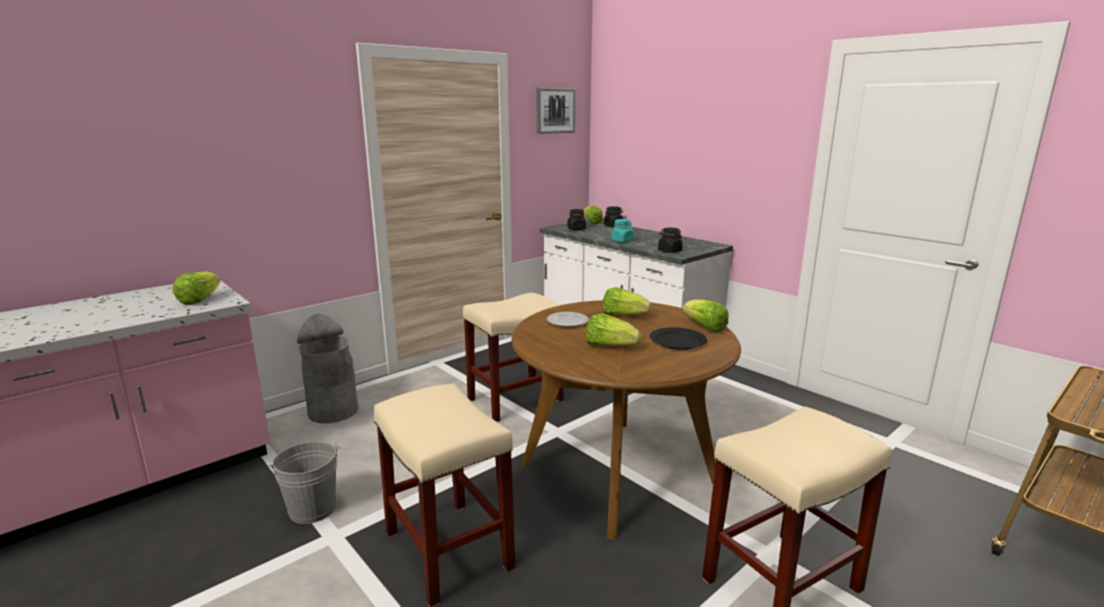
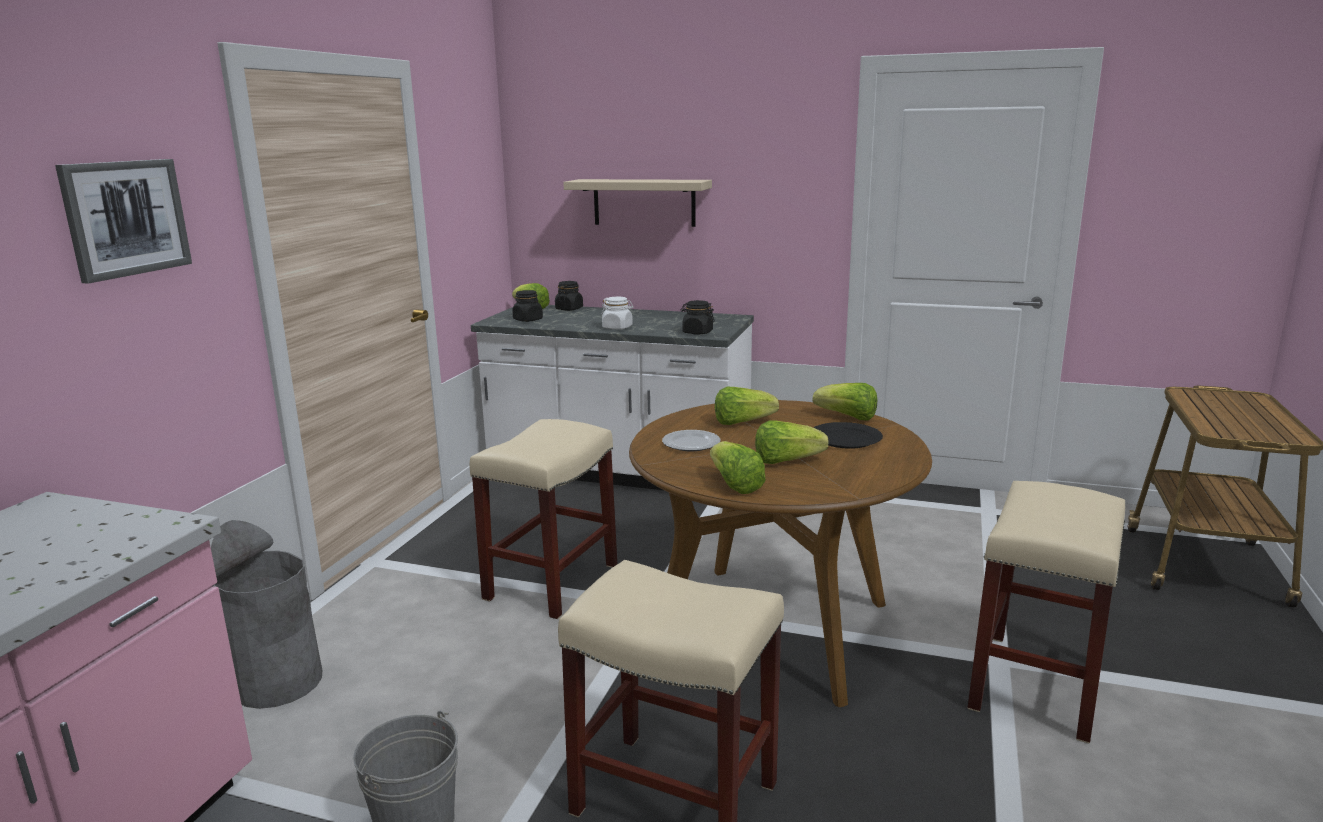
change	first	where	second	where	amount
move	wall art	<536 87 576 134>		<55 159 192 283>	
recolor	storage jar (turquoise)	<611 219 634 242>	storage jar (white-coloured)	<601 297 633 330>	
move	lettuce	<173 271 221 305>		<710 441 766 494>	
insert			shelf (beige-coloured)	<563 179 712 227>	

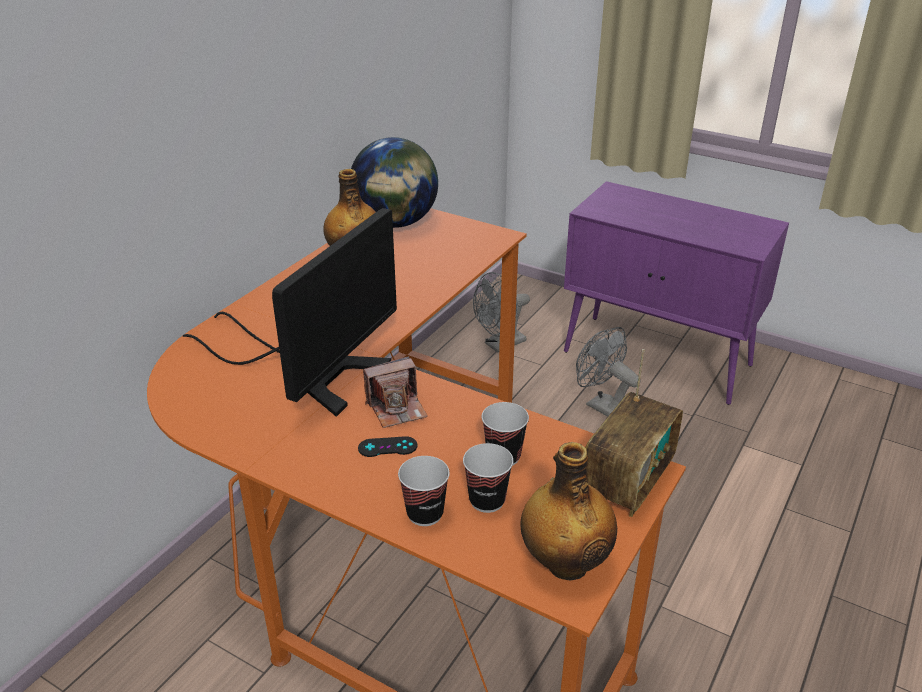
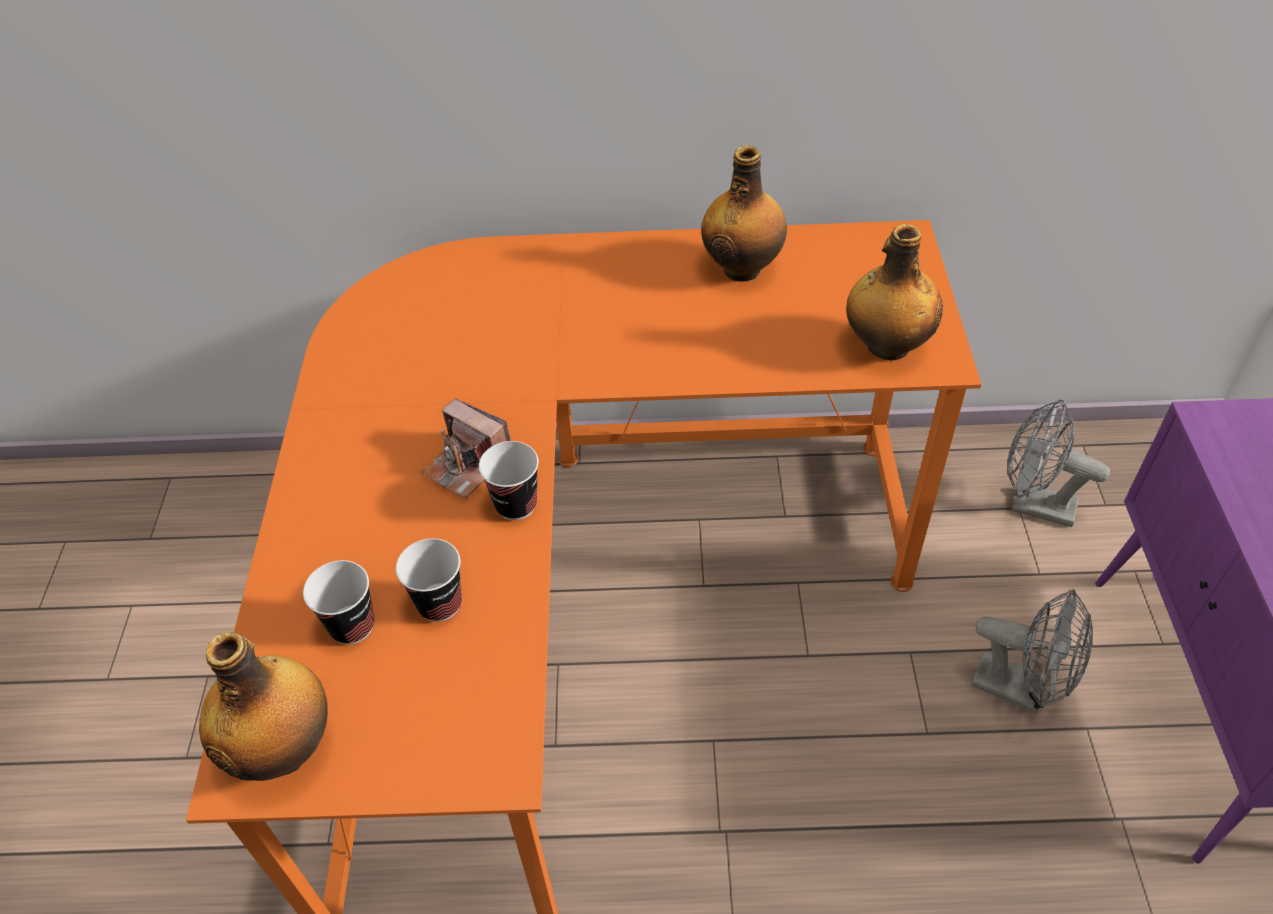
change	first	where	second	where	amount
delete	desk globe	<351 137 438 228>			
delete	monitor	<183 208 397 417>			
rotate	electric fan (gray)	<576 327 641 417>		<971 589 1093 713>	105 degrees clockwise
delete	radio	<585 349 683 517>			
delete	game controller (black)	<358 436 417 457>			
move	drinking cup	<398 456 450 526>		<479 441 539 520>	
insert			bottle	<846 224 943 360>	

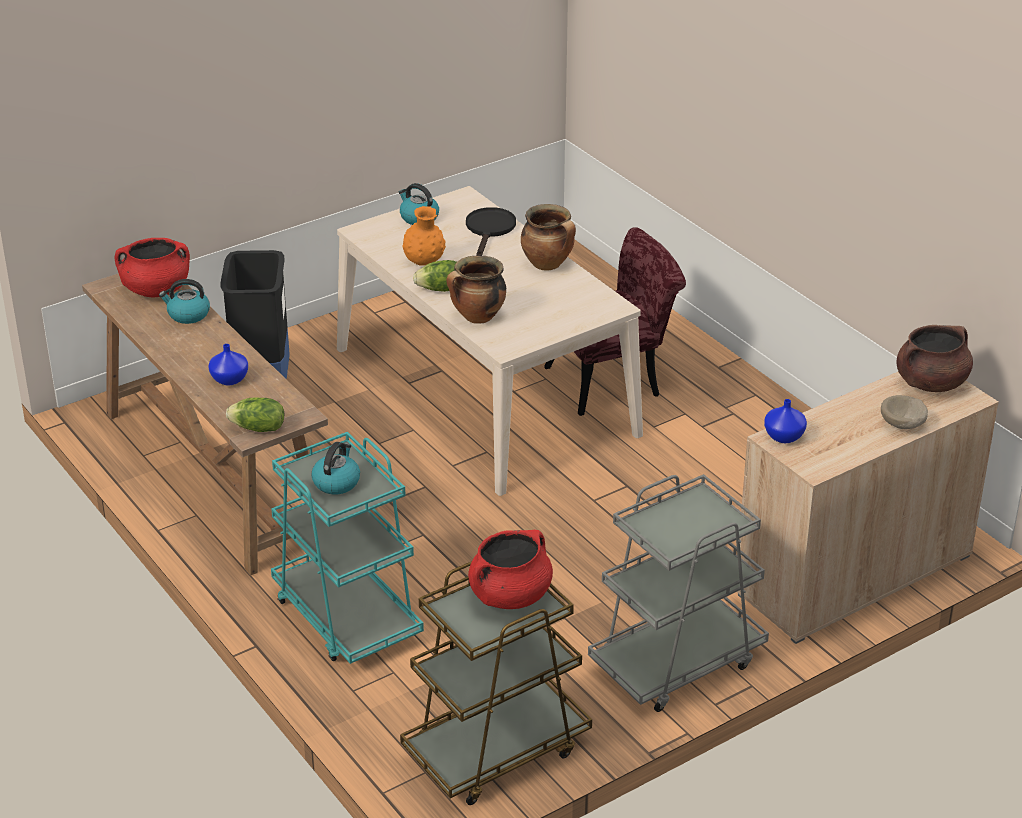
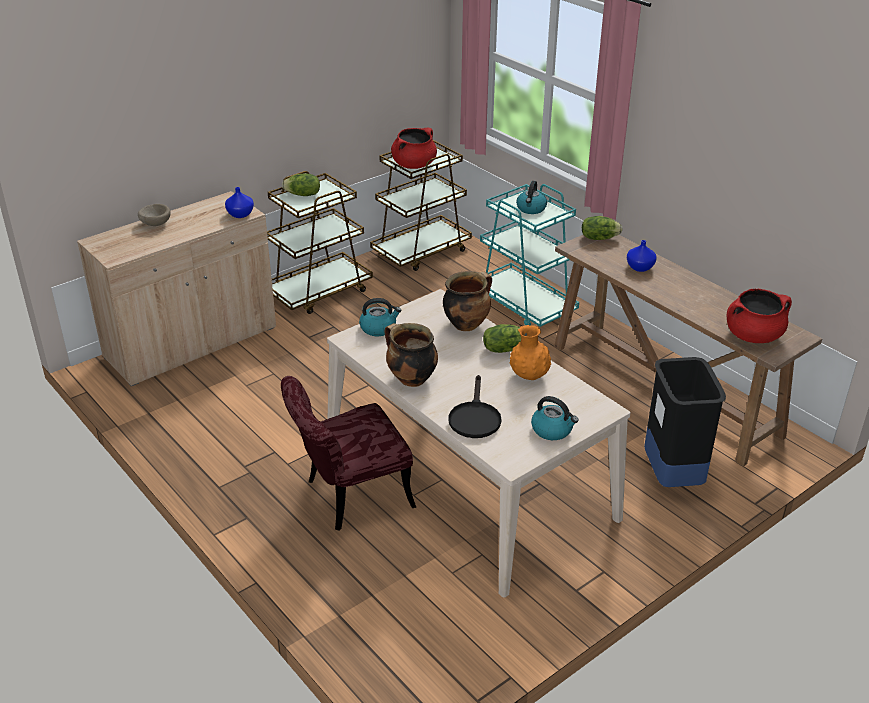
change	first	where	second	where	amount
move	tea kettle	<159 279 210 324>		<359 298 401 336>	
delete	stockpot (brown-coloured)	<897 325 973 392>			
recolor	cart (gray)	<588 474 769 712>	cart (brown-coloured)	<267 171 373 314>	
insert			lettuce	<282 174 320 196>	

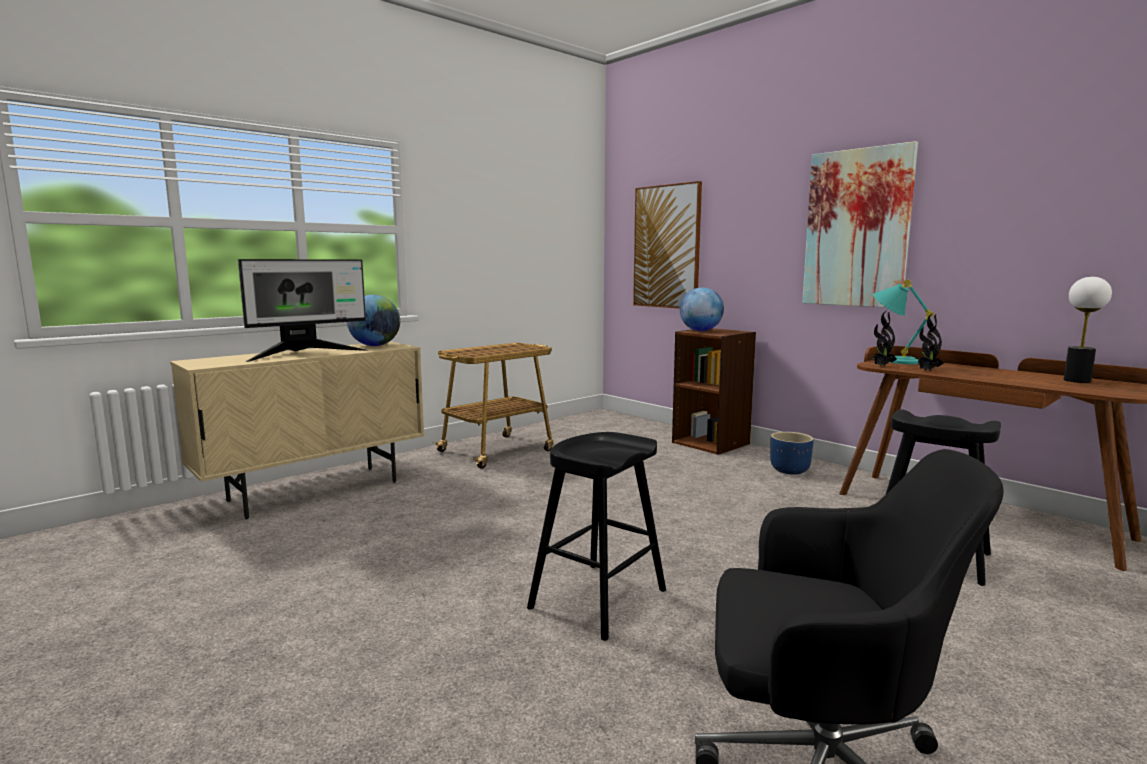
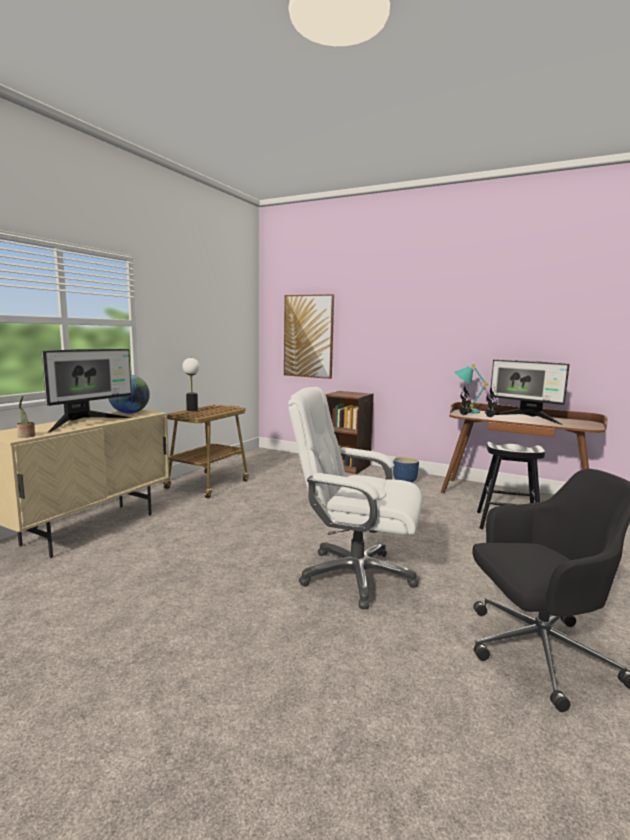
change	first	where	second	where	amount
delete	wall art	<802 141 918 308>			
move	tabletop lamp	<1063 277 1112 383>		<182 358 200 411>	
delete	desk globe	<680 287 724 331>			
replace	stool (black)	<527 432 666 641>	desk chair (white-coloured)	<288 387 423 609>	
insert			monitor	<490 360 570 425>	
insert			potted plant	<17 396 35 438>	

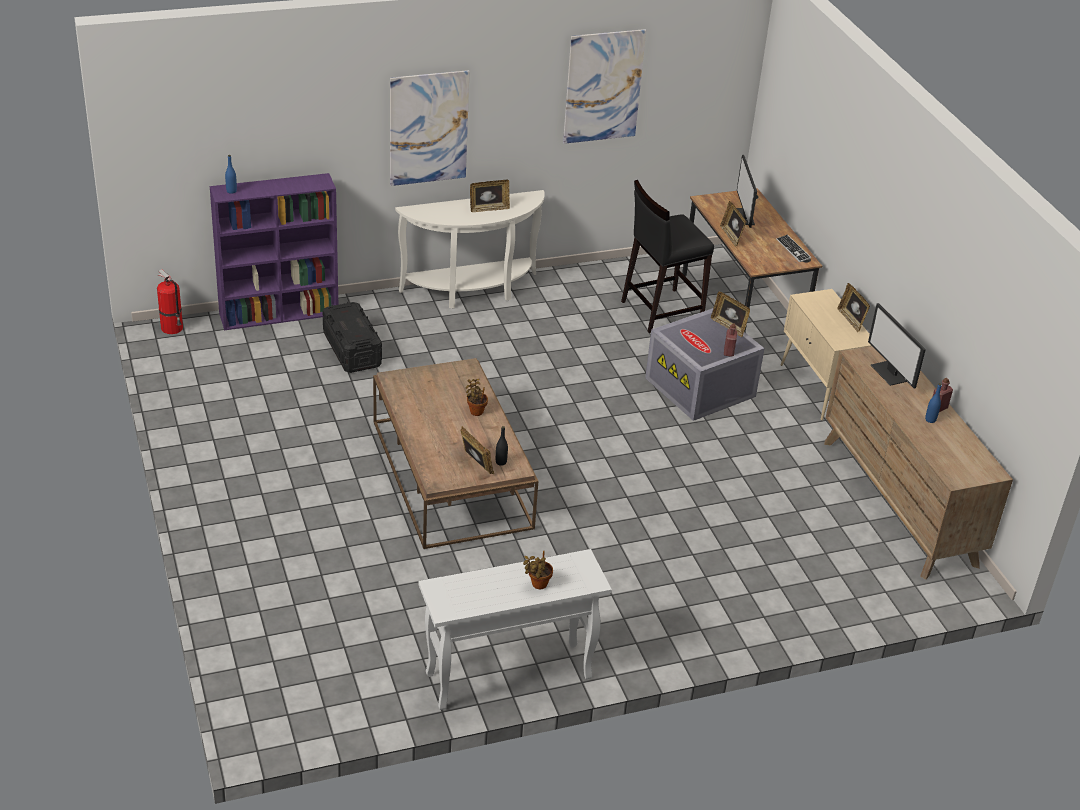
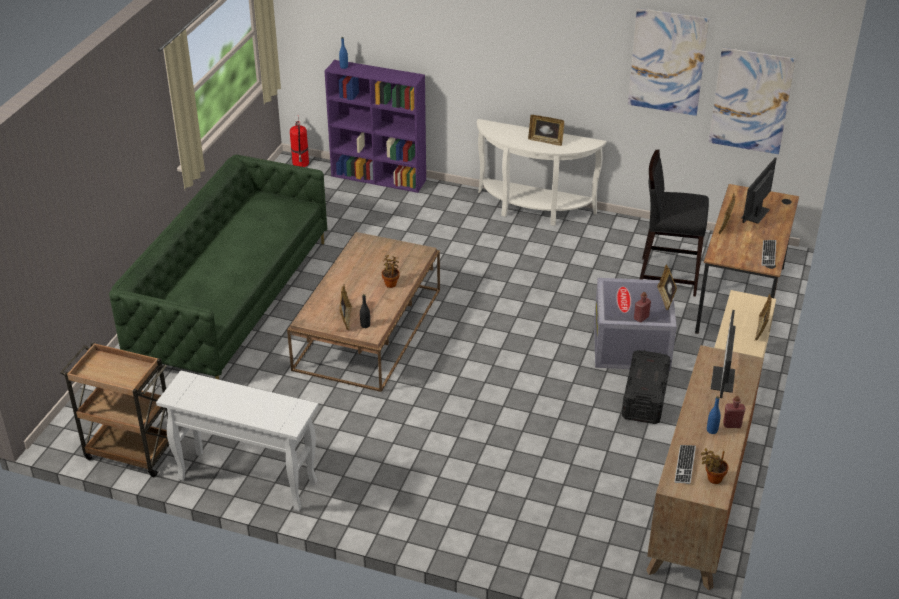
change	first	where	second	where	amount
move	wall art	<390 70 470 186>		<709 48 796 154>	
move	storage bin (black)	<323 302 382 373>		<622 350 671 424>	
move	potted plant	<523 551 553 589>		<701 448 729 484>	
insert			settee (green-coloured)	<109 155 327 379>	
insert			cart (brown-coloured)	<60 342 169 477>	
insert			PC keyboard	<674 445 696 484>	

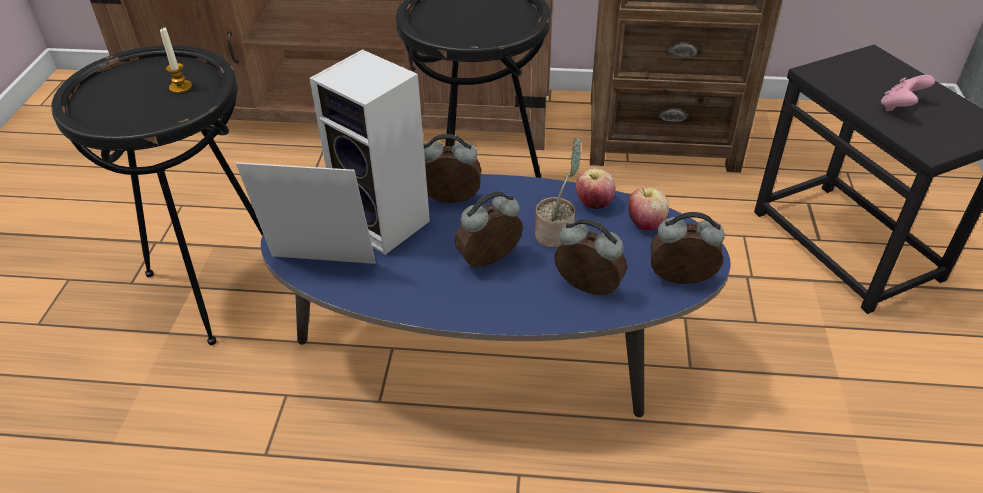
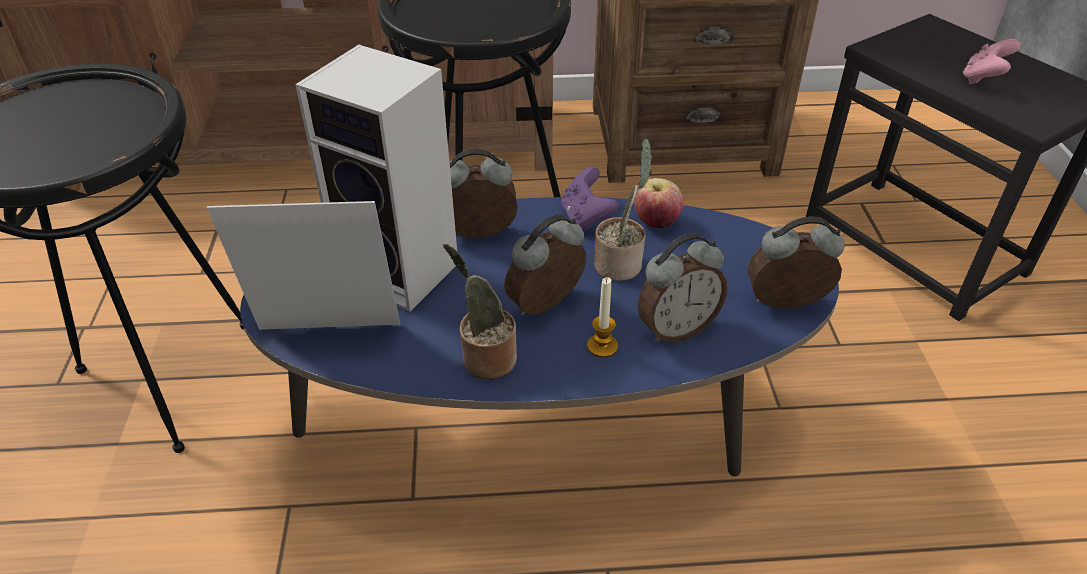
change	first	where	second	where	amount
move	wax candle	<160 27 192 93>		<587 277 618 357>	
delete	apple fruit	<628 187 669 230>			
rotate	bedside clock	<554 219 627 295>		<637 233 727 343>	135 degrees clockwise
insert			game controller (purple)	<561 167 619 232>	
insert			potted plant	<443 244 517 379>	

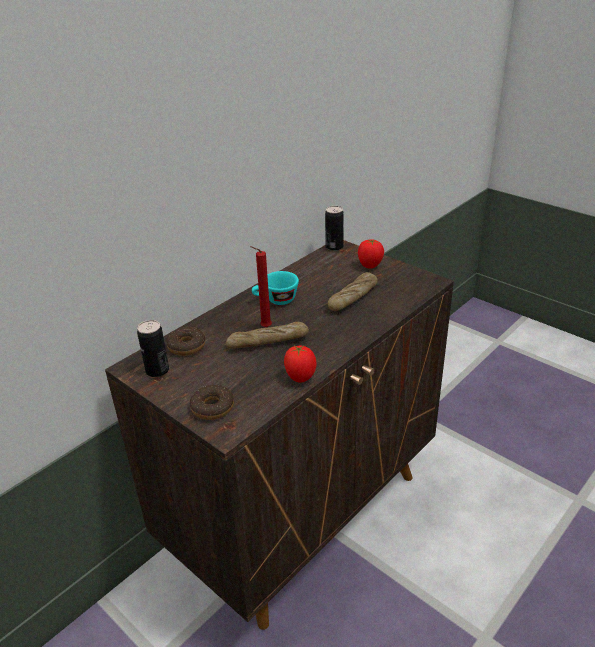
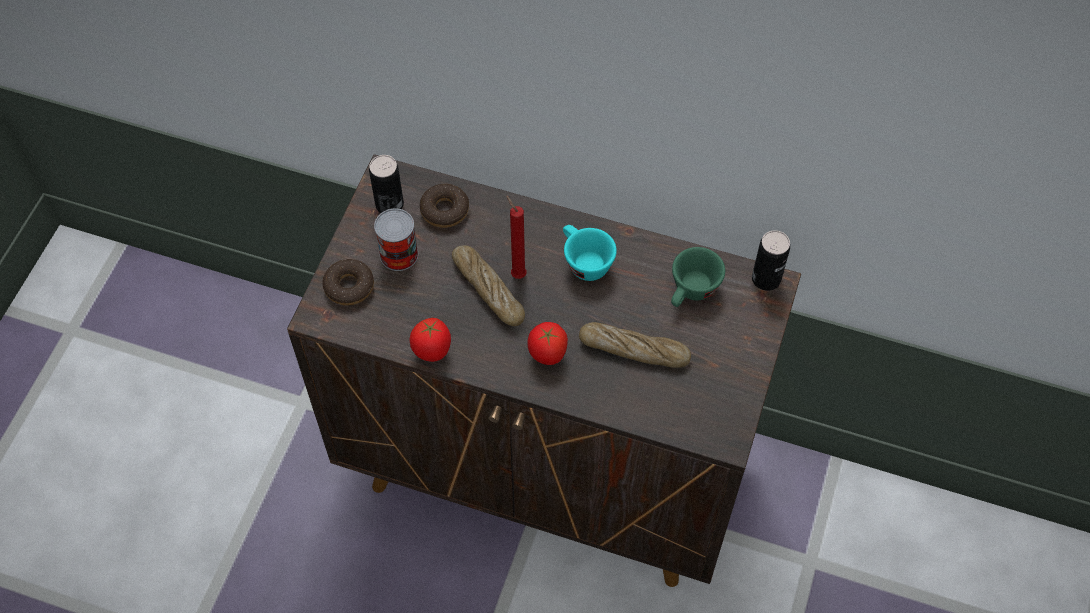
change	first	where	second	where	amount
move	tomato	<358 239 384 269>		<527 322 568 365>	
insert			sealed can	<374 208 418 271>	
insert			drinking cup (green-coloured)	<671 247 725 307>	

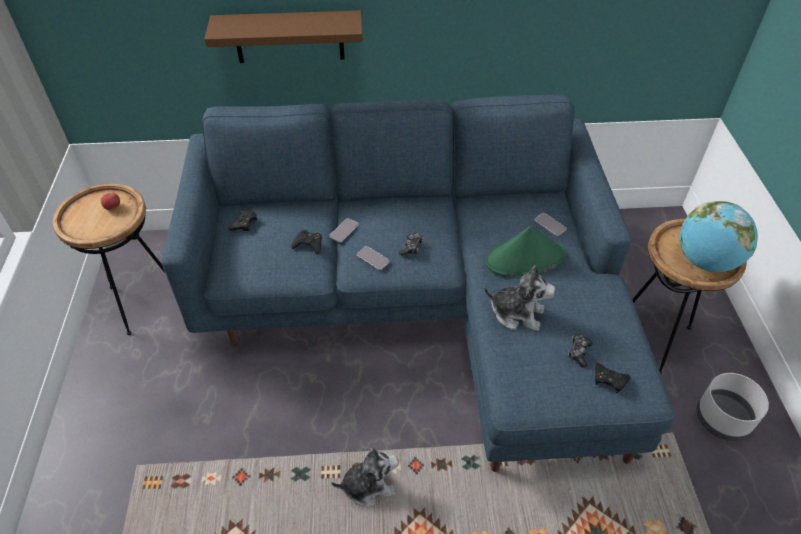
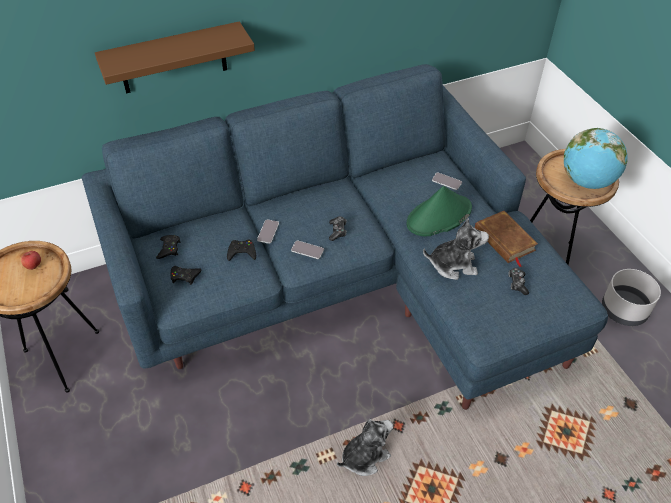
change	first	where	second	where	amount
move	game controller (black)	<595 363 630 393>		<171 266 201 285>	
insert			book (brown-coloured)	<475 211 538 267>	

